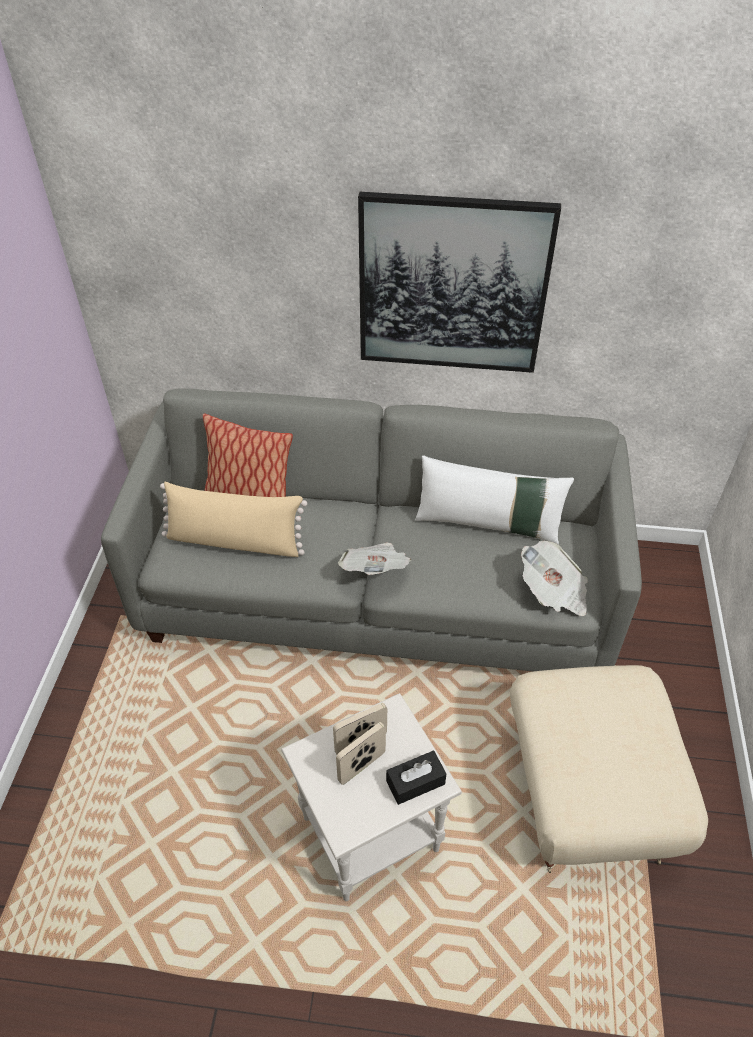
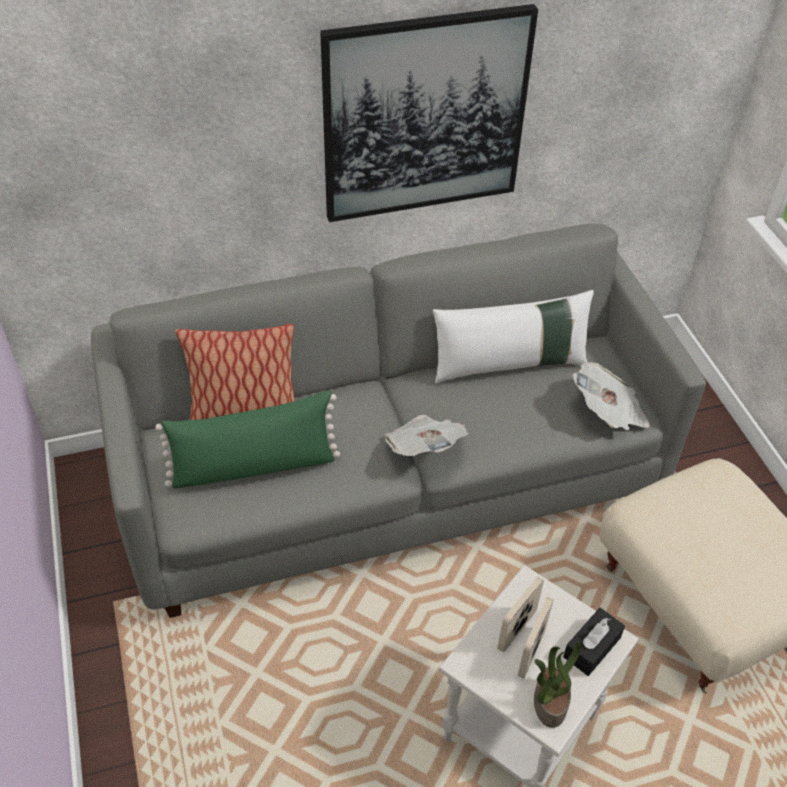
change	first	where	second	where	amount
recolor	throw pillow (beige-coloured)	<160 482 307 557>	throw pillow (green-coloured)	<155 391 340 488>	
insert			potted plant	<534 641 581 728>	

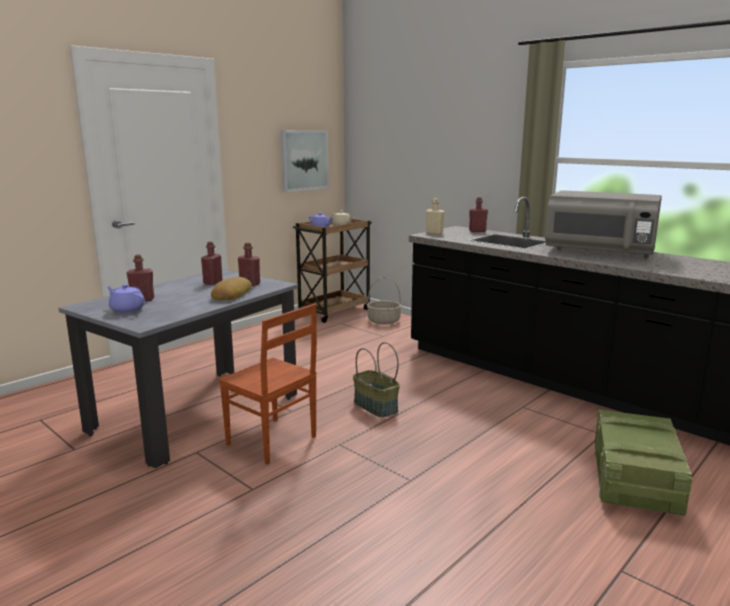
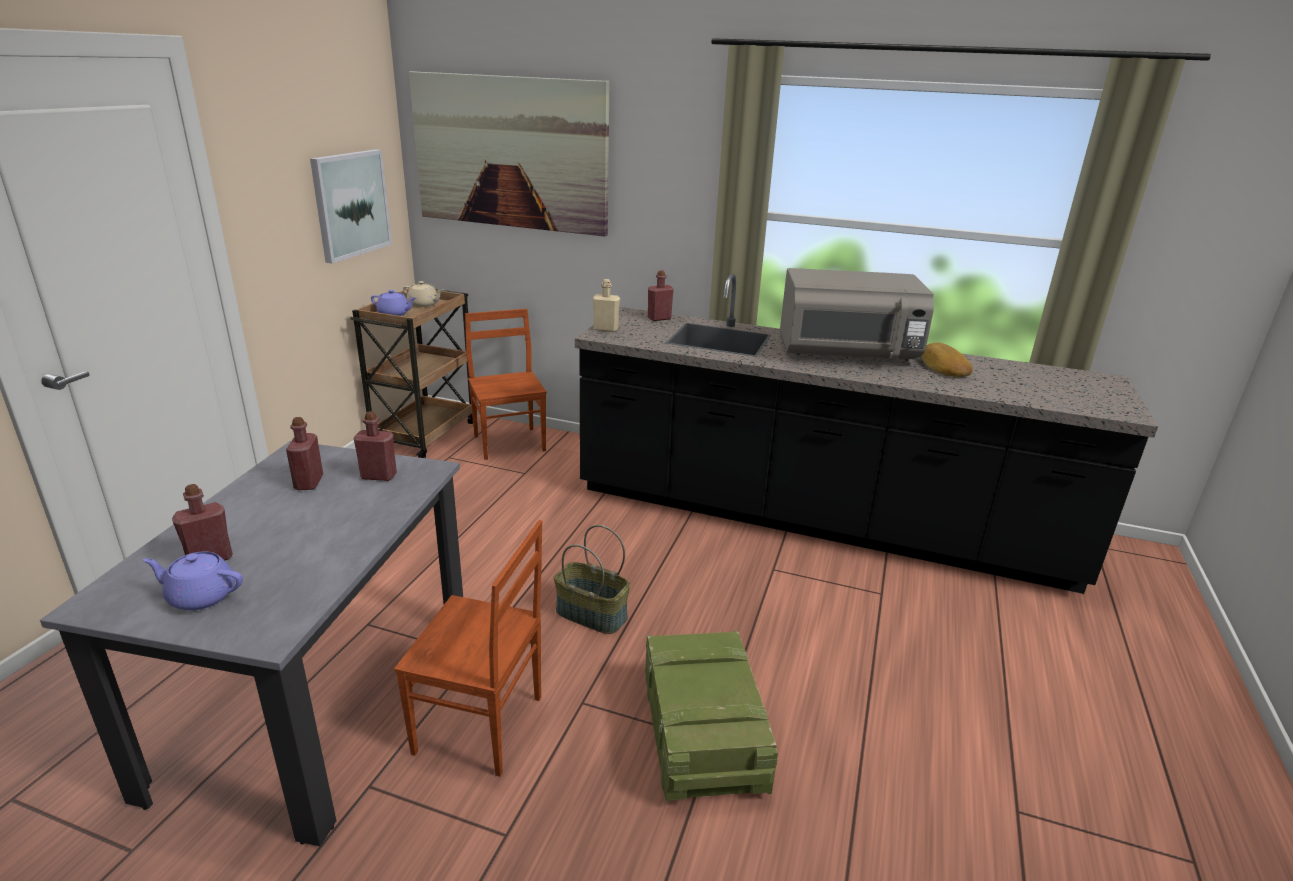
change	first	where	second	where	amount
move	bread	<211 277 252 300>		<921 342 973 377>	
replace	household basket	<366 277 402 324>	chair (brown-coloured)	<465 309 547 460>	
move	shipping crate	<595 410 692 516>		<645 630 778 802>	
insert			wall art	<409 71 609 237>	

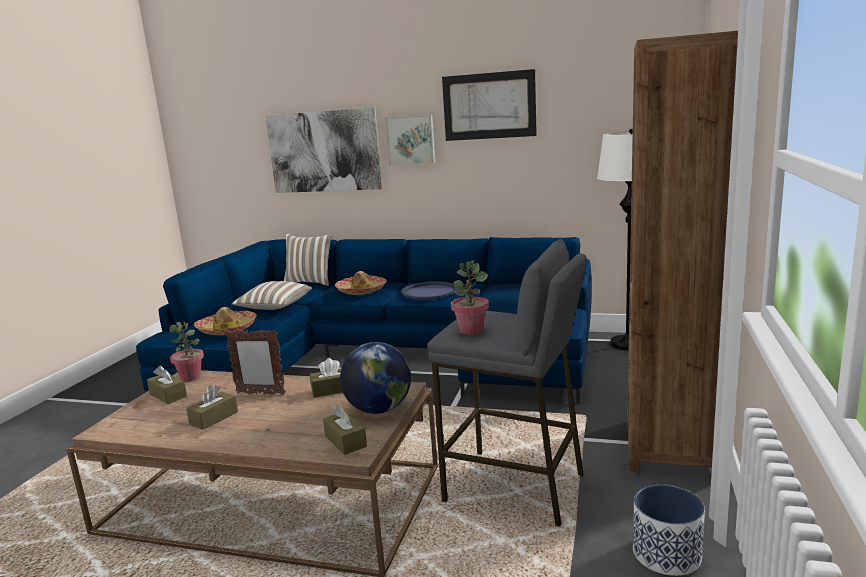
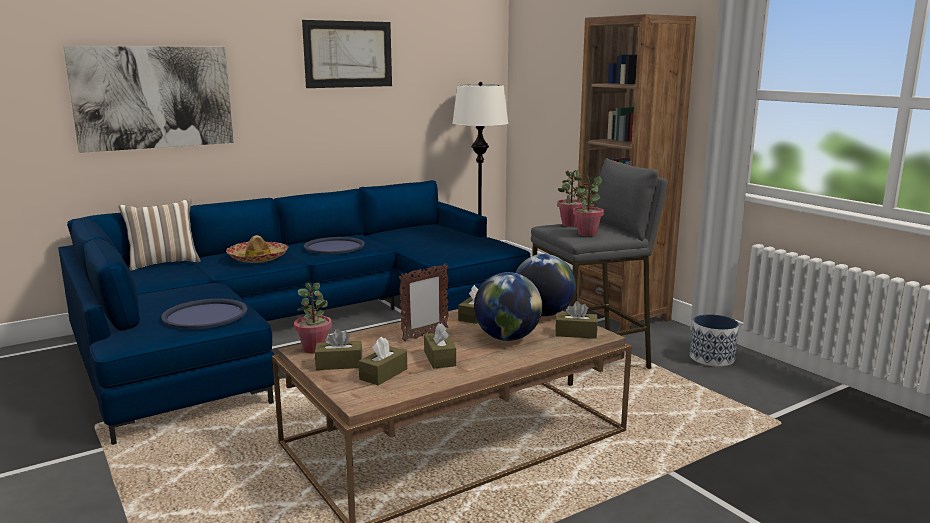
change	first	where	second	where	amount
delete	wall art	<385 115 436 165>			
delete	throw pillow	<232 281 312 310>			
replace	wearable hat	<194 307 257 335>	serving tray (blue)	<161 299 248 329>	
insert			potted plant	<557 169 586 227>	
insert			desk globe	<474 272 542 341>	
insert			tissue box (brown-coloured)	<358 337 407 385>	

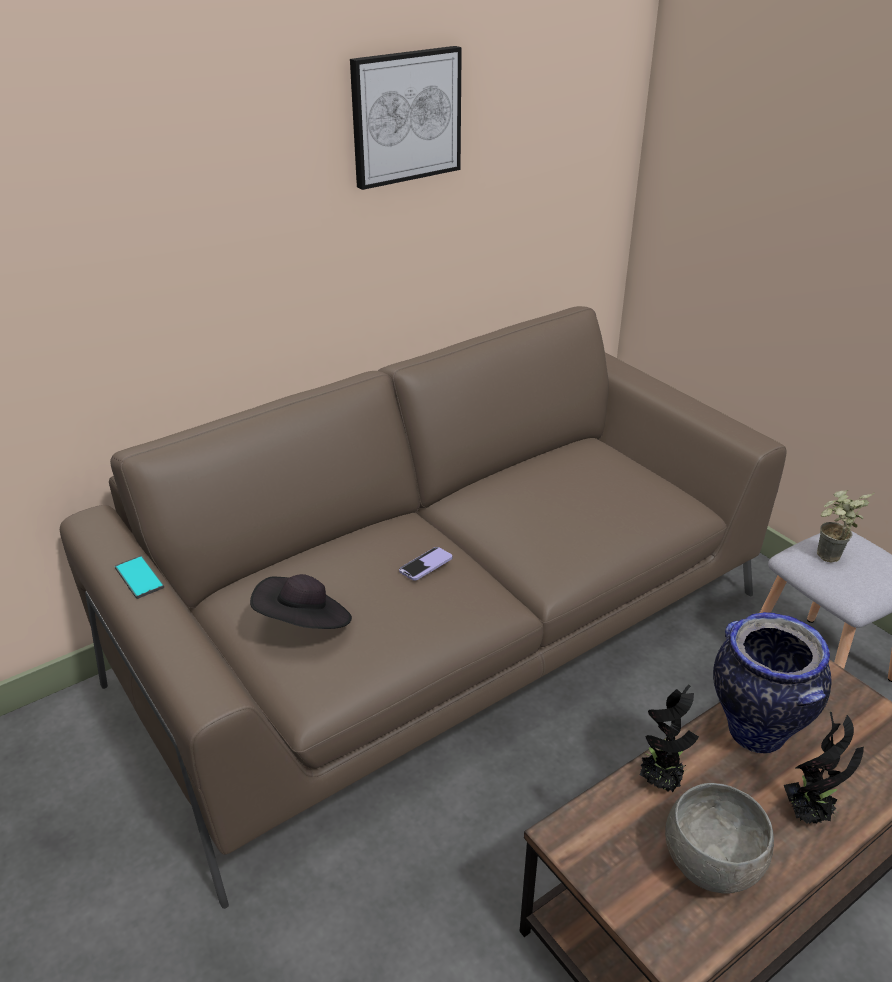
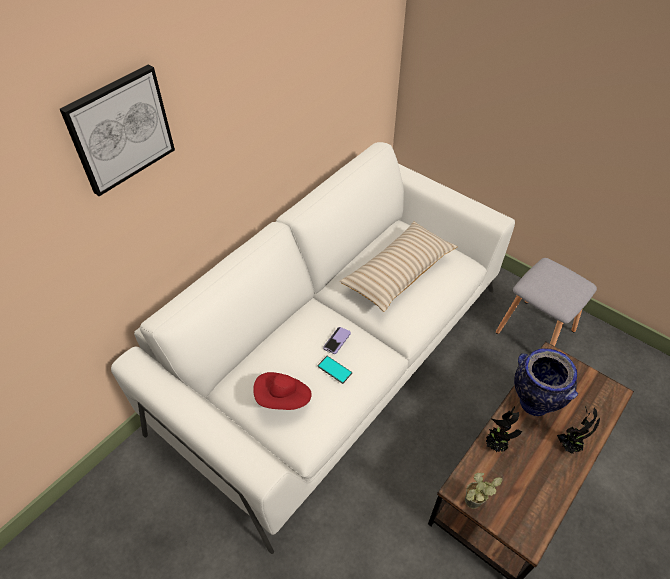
change	first	where	second	where	amount
move	wall art	<350 46 462 190>		<60 65 175 196>	
recolor	settee (brown-coloured)	<60 306 787 909>	settee (white-coloured)	<111 142 515 554>	
move	potted plant	<817 490 875 563>		<465 473 502 509>	
move	handset	<115 555 164 599>		<317 356 352 384>	
recolor	wearable hat (black)	<250 574 352 629>	wearable hat (reddish)	<253 372 312 410>	
delete	deep dish (gray)	<665 783 774 894>			
insert			throw pillow (beige-coloured)	<340 222 458 312>	

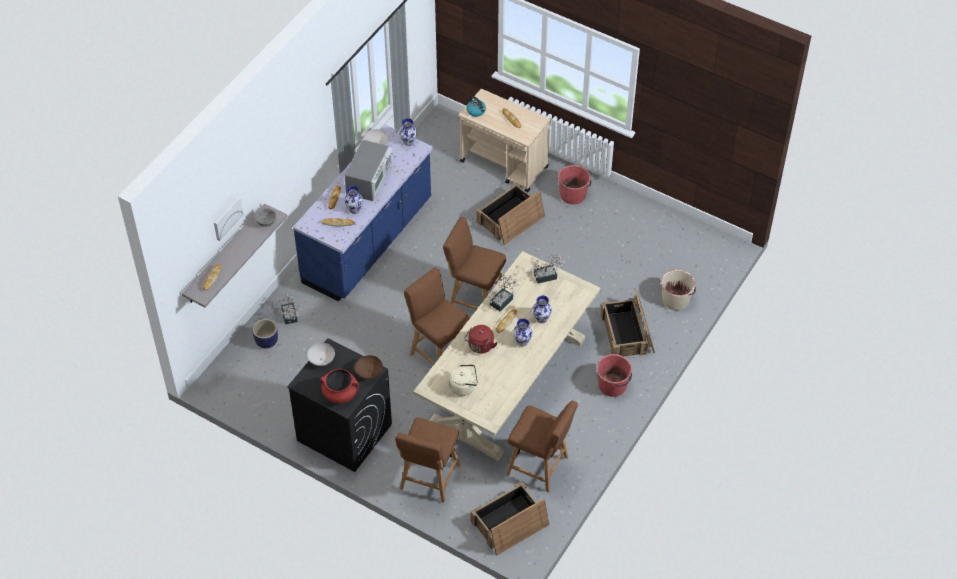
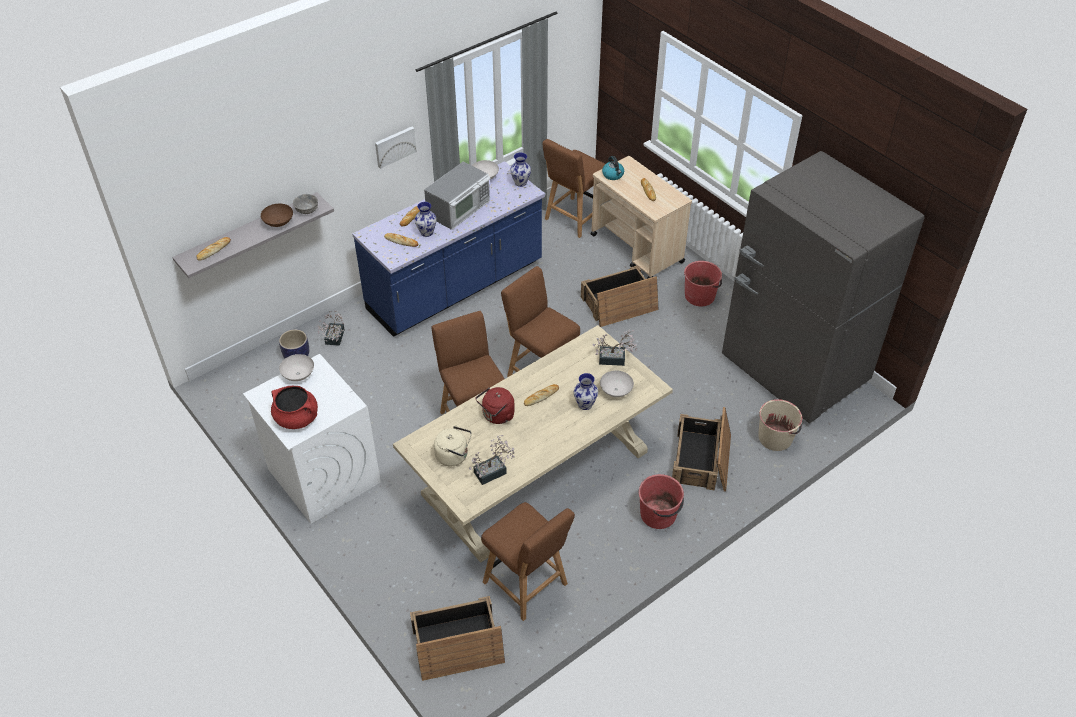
change	first	where	second	where	amount
move	wall art	<214 197 244 241>		<375 127 417 169>	
move	potted plant	<490 272 519 311>		<469 435 515 485>	
delete	flower vase	<513 318 533 346>			
recolor	laundry appliance (black)	<287 338 392 472>	laundry appliance (white-coloured)	<243 354 381 524>	
move	deep dish (brown-coloured)	<355 355 383 379>		<260 204 293 227>	
move	chair (brown-coloured)	<395 418 460 503>		<542 139 605 238>	
insert			kitchen fridge (gray)	<722 151 924 423>	
insert			deep dish (white-coloured)	<600 371 634 397>	

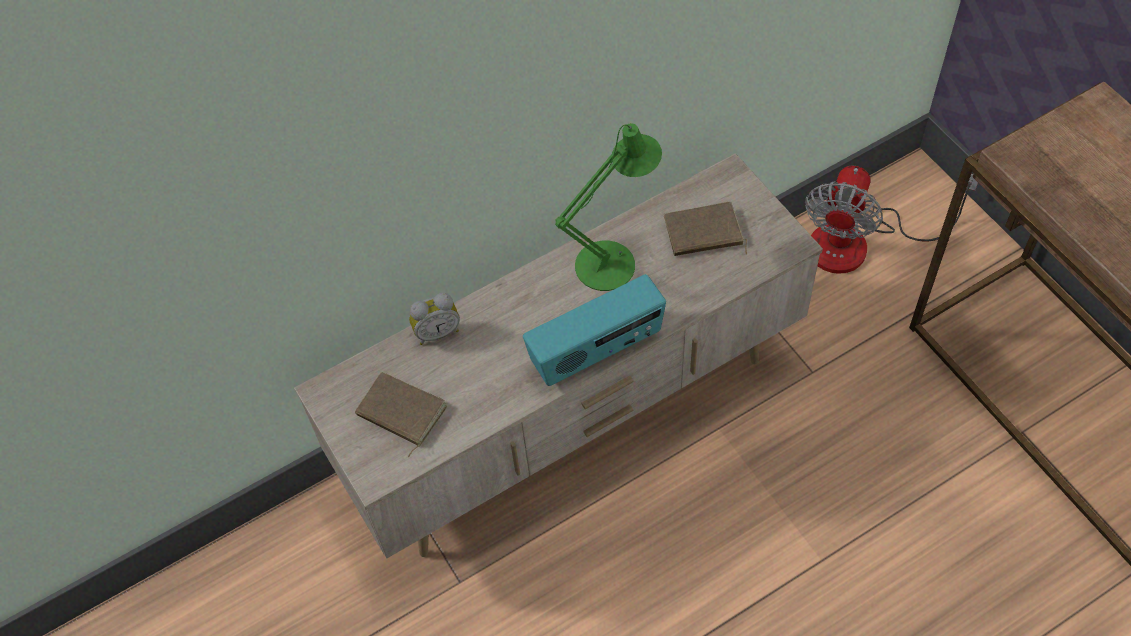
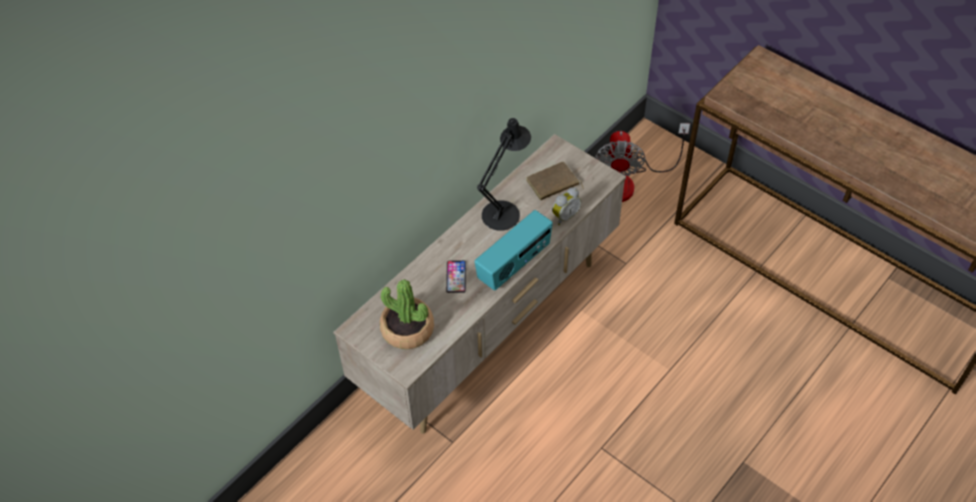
change	first	where	second	where	amount
recolor	tabletop lamp (green-coloured)	<555 123 662 291>	tabletop lamp (black)	<477 118 531 231>	
move	bedside clock	<409 293 460 345>		<552 187 581 225>	
replace	book (brown-coloured)	<355 372 447 457>	potted plant	<380 279 434 349>	
insert			handset	<446 260 466 293>	

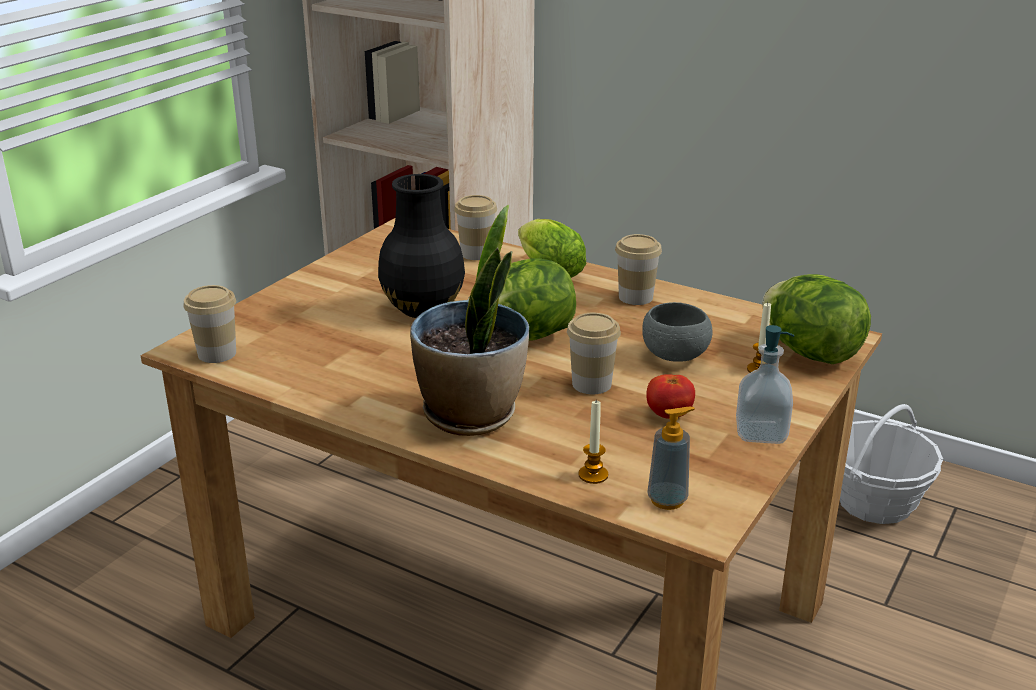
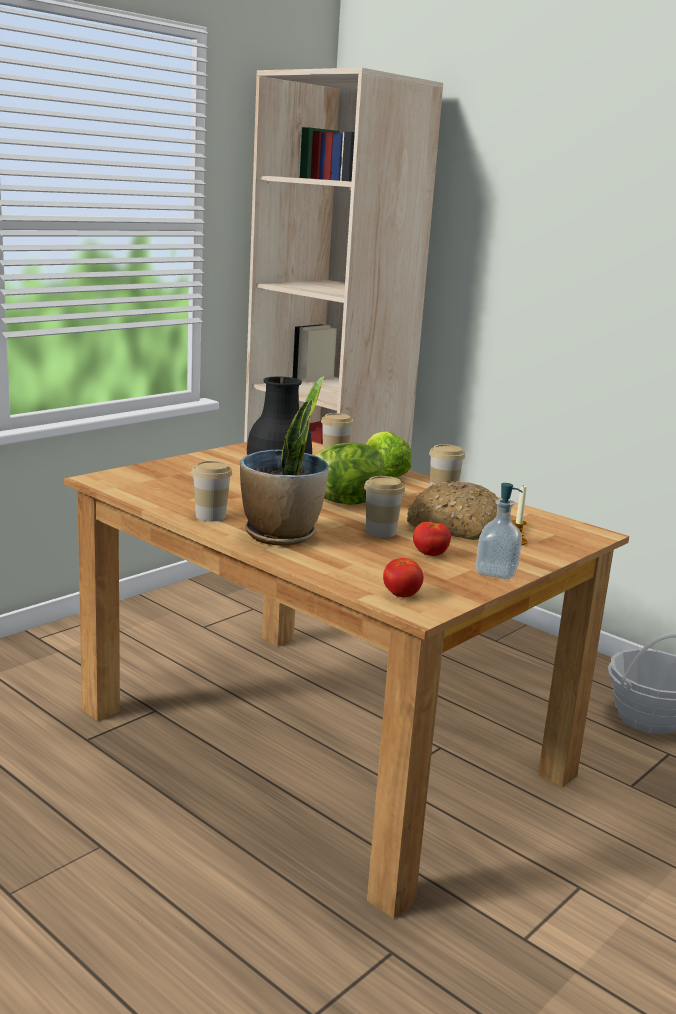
change	first	where	second	where	amount
delete	lettuce	<762 274 871 364>			
move	drinking cup	<184 285 236 363>		<191 461 232 521>	
replace	deep dish (gray)	<642 302 712 362>	bread	<407 481 499 540>	
delete	wax candle	<579 401 608 484>			
replace	soap bottle	<647 407 695 510>	tomato	<383 558 424 598>	

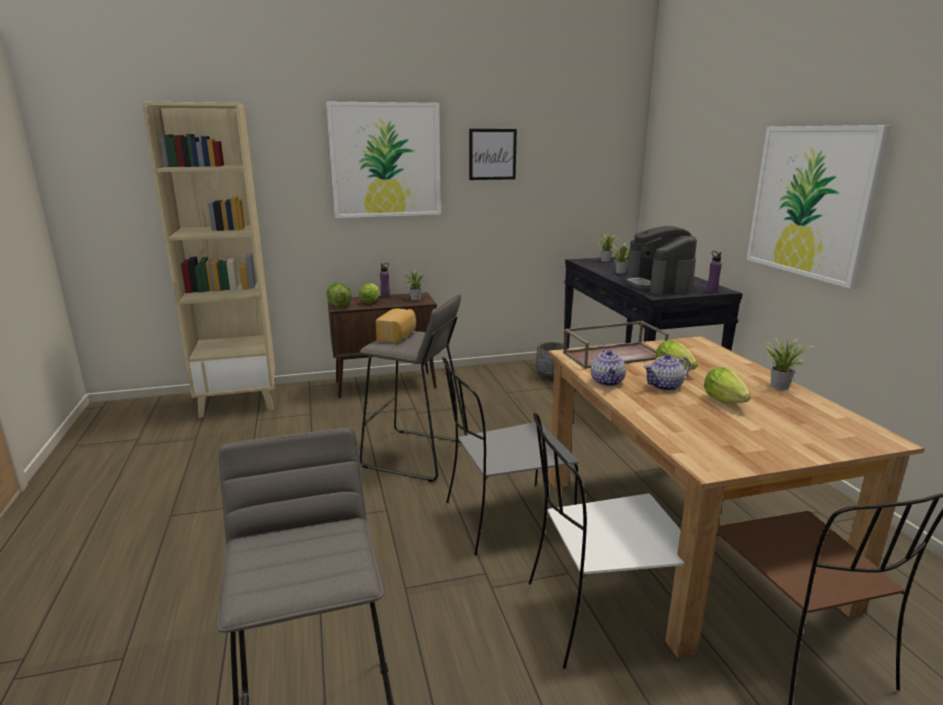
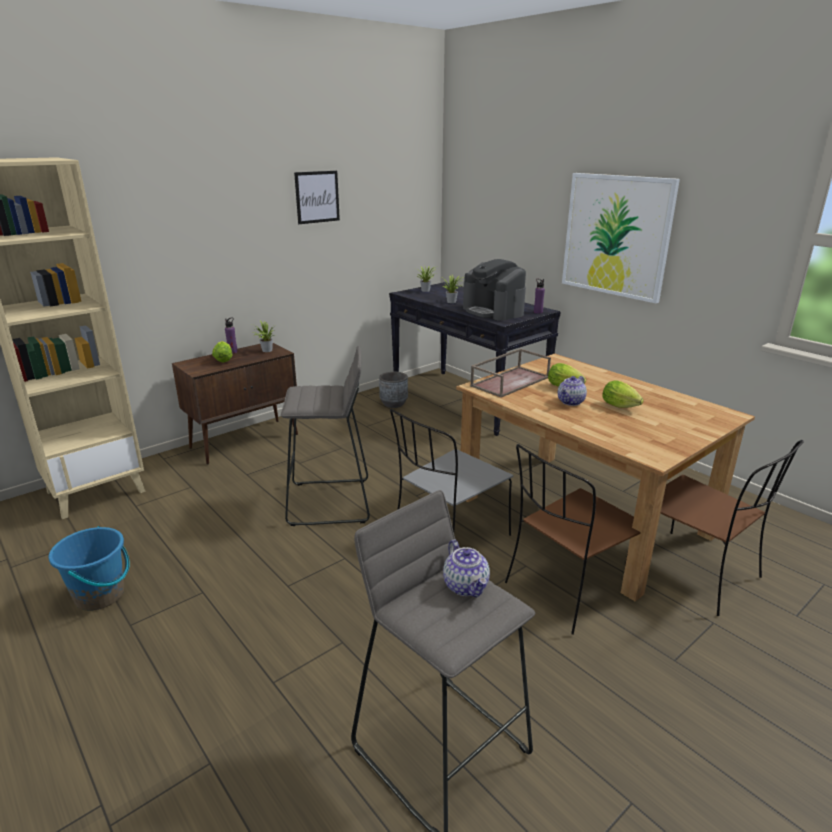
change	first	where	second	where	amount
delete	wall art	<326 101 441 218>			
delete	lettuce	<326 282 352 307>			
delete	bread	<376 309 416 343>			
delete	potted plant	<765 338 816 390>			
move	pot for tea	<591 349 626 386>		<443 540 490 597>	
recolor	chair (white-coloured)	<528 413 685 669>	chair (brown-coloured)	<505 444 641 635>	
insert			pail (blue)	<49 526 130 611>	

